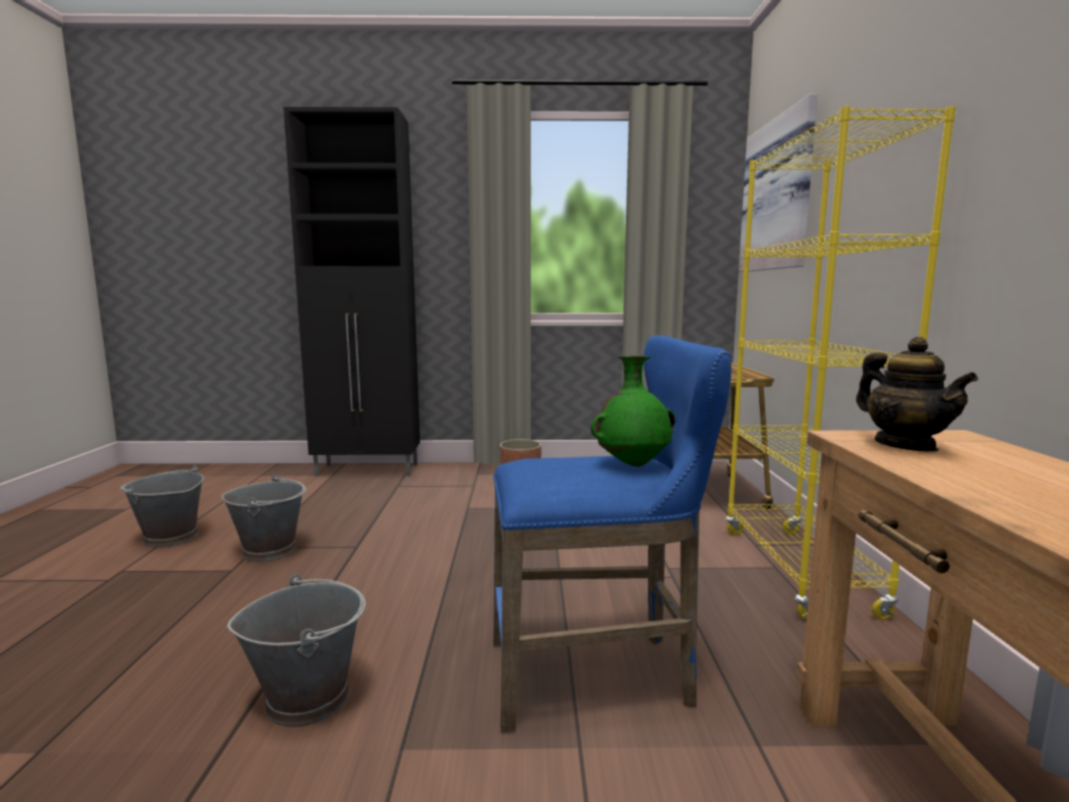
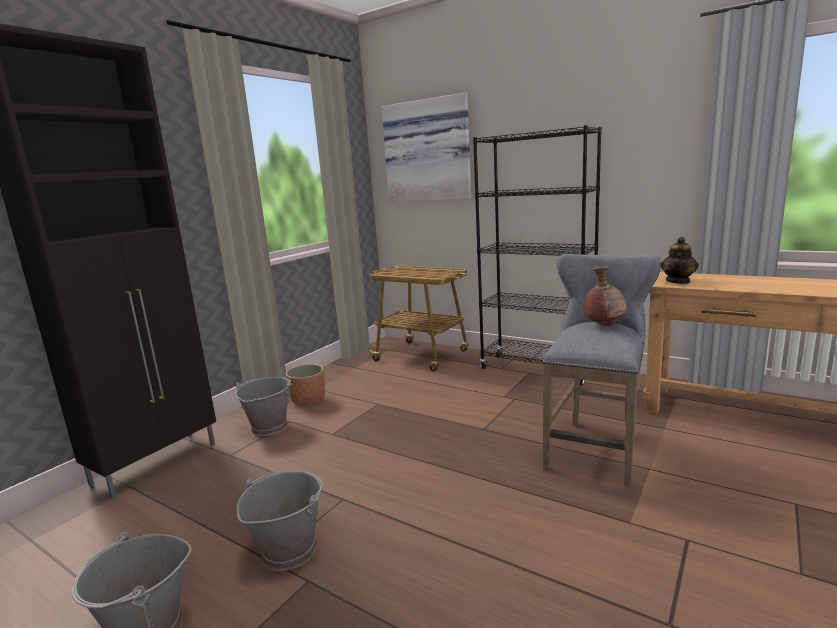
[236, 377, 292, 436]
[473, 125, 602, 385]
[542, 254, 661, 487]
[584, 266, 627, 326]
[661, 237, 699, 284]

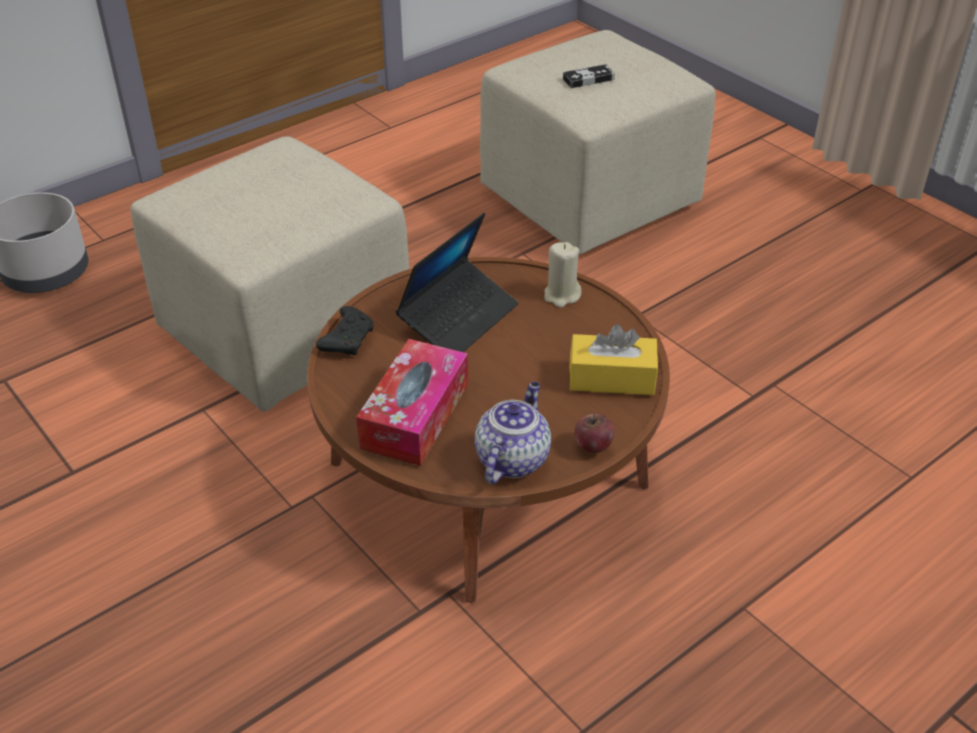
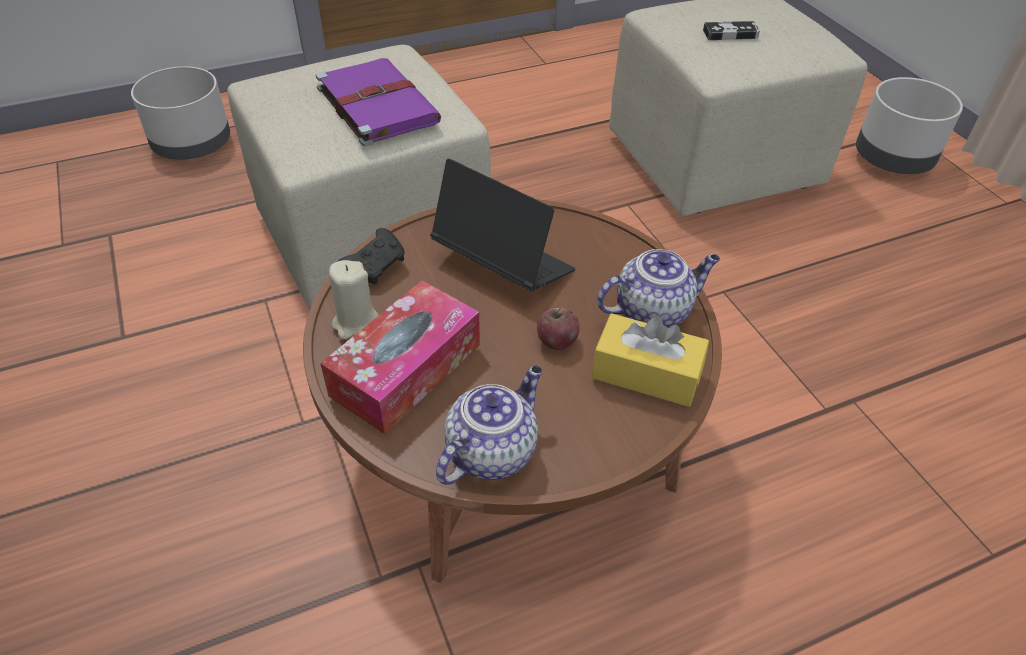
[316, 58, 441, 146]
[329, 260, 379, 340]
[430, 159, 575, 291]
[537, 308, 580, 350]
[597, 249, 720, 328]
[856, 77, 963, 174]

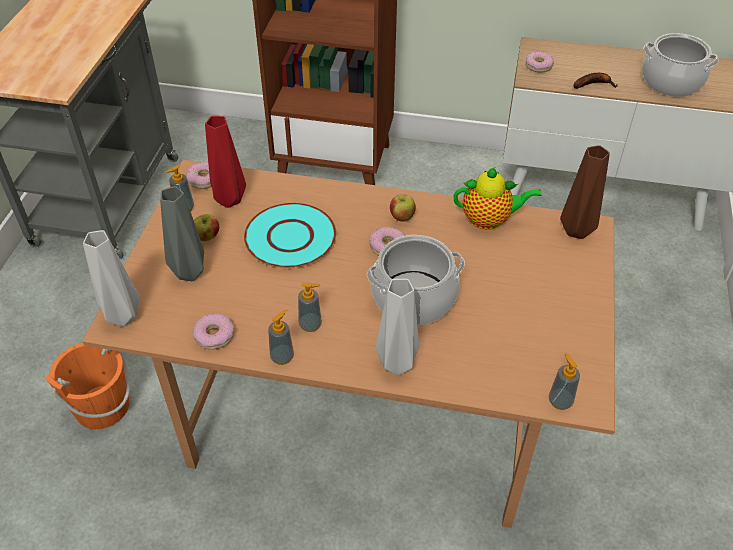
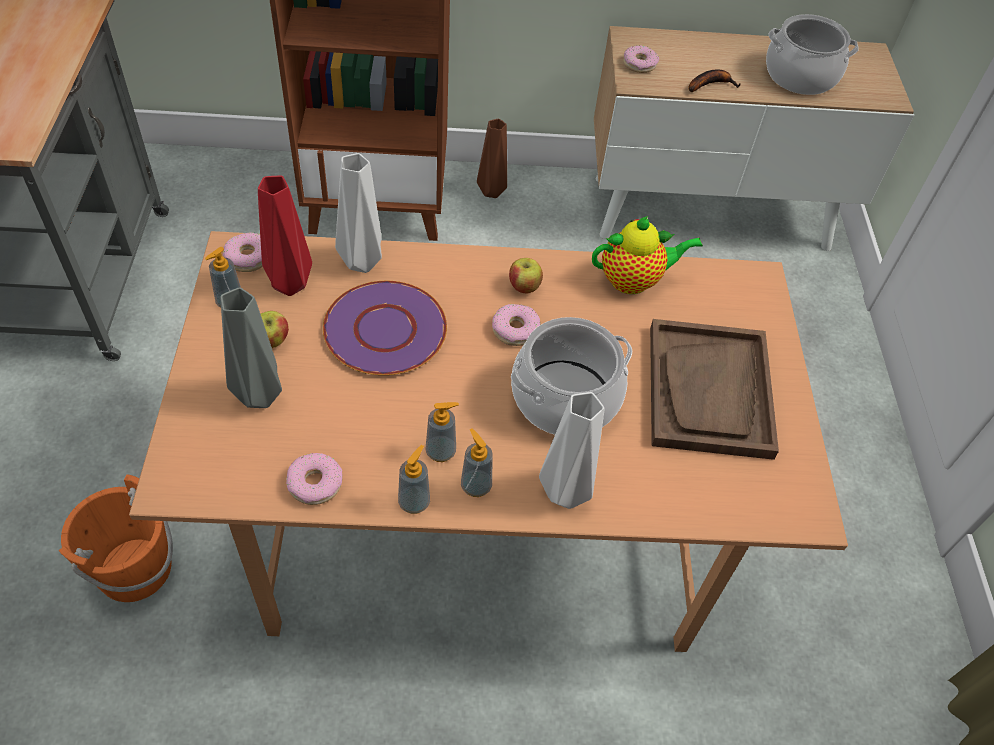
[323, 281, 447, 375]
[335, 153, 382, 273]
[461, 428, 493, 497]
[477, 119, 507, 198]
[650, 319, 779, 460]

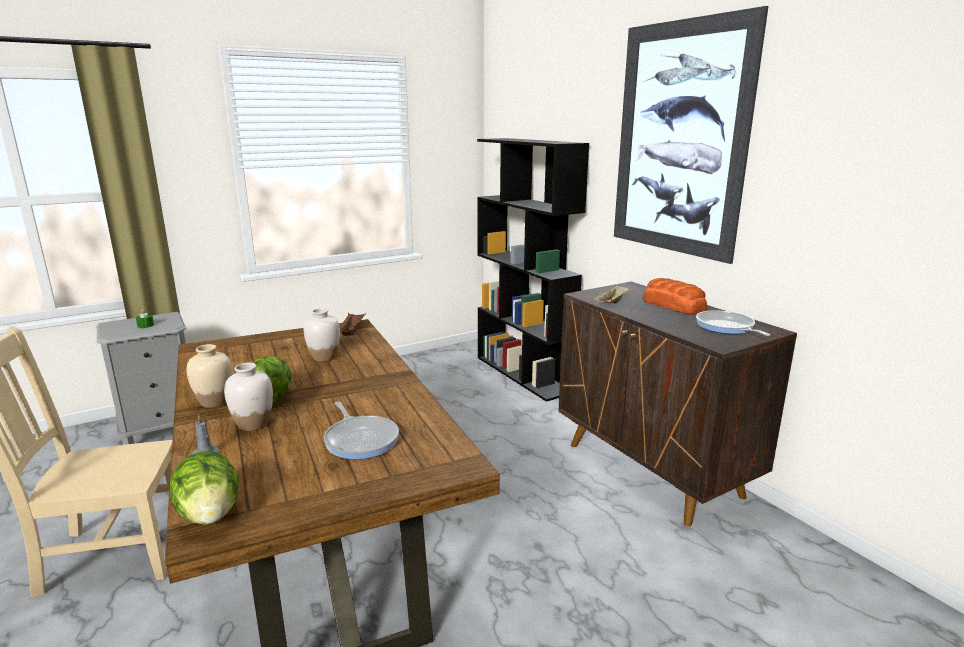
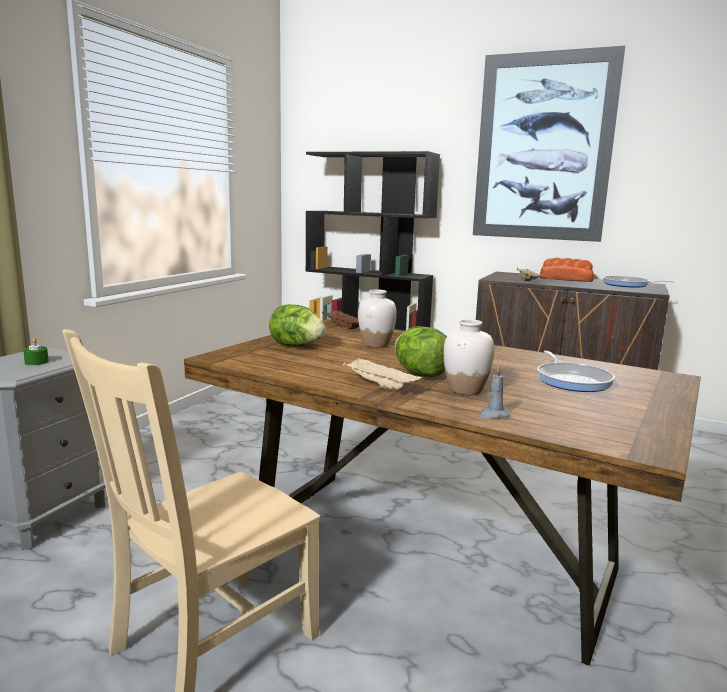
[269, 304, 326, 347]
[343, 357, 423, 390]
[537, 351, 615, 392]

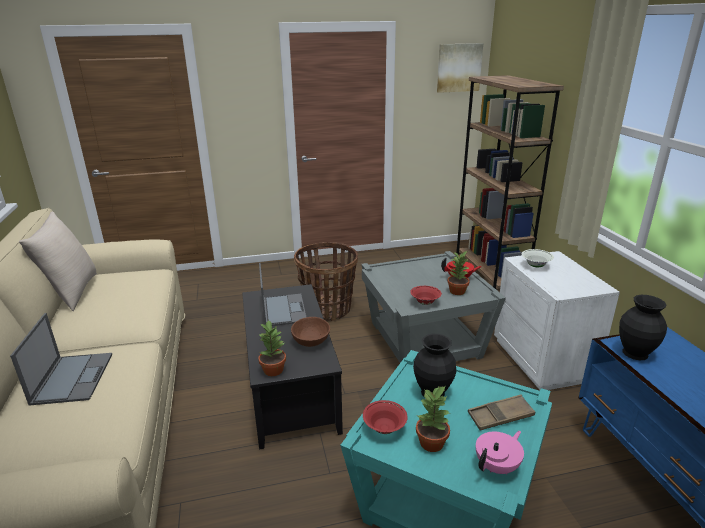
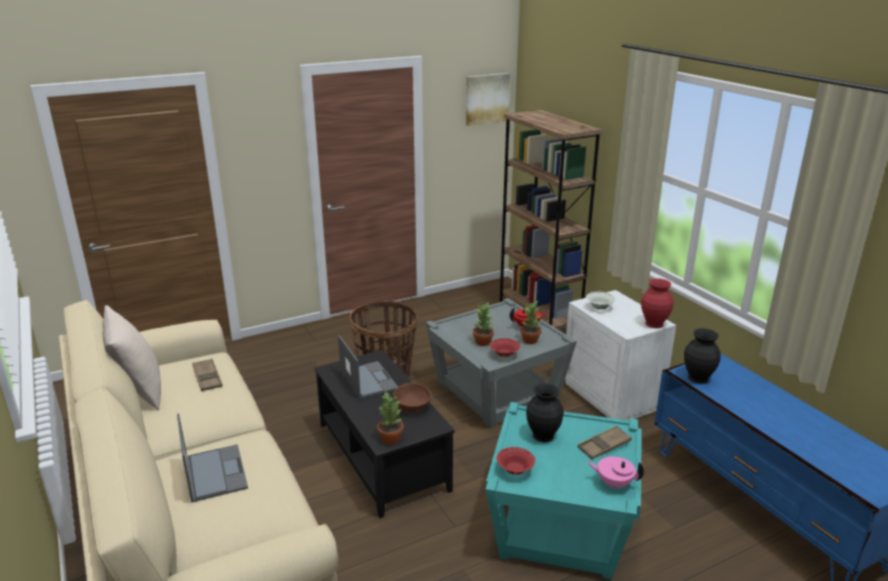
[192, 358, 223, 391]
[473, 302, 494, 346]
[587, 456, 644, 490]
[641, 278, 673, 328]

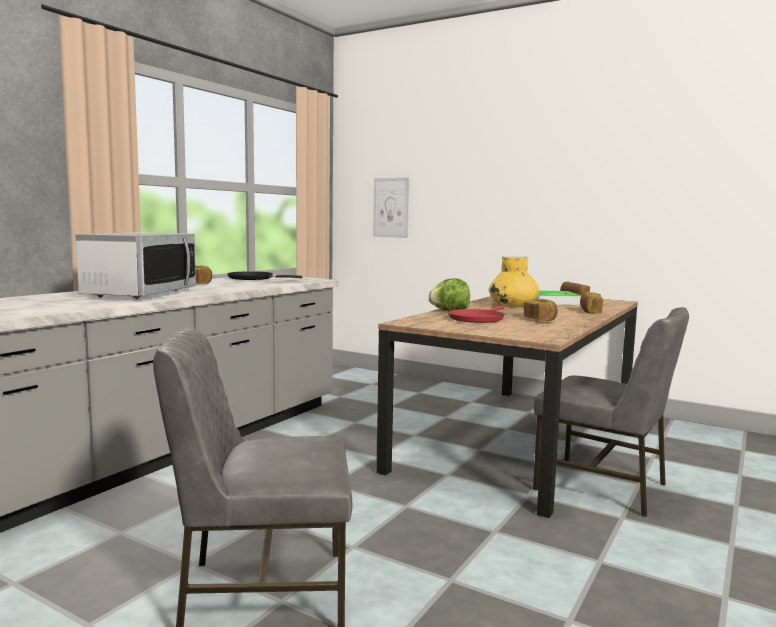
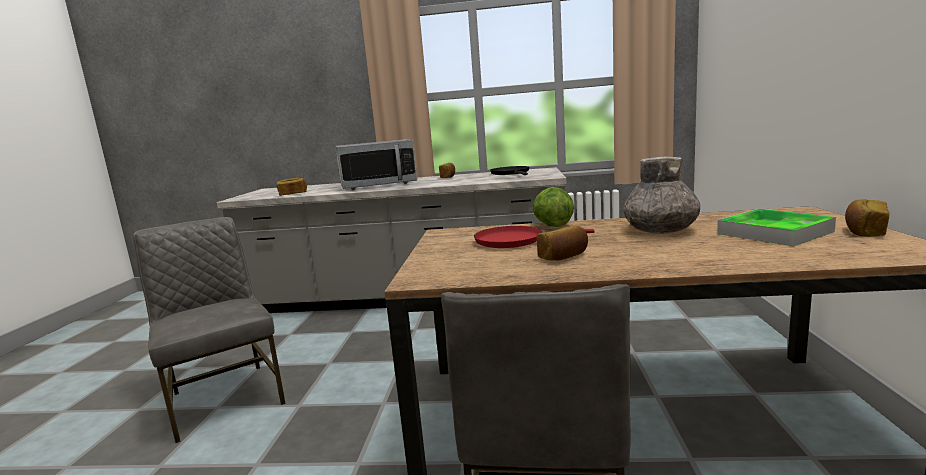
[276, 178, 307, 196]
[623, 156, 700, 234]
[373, 178, 409, 238] (first image)

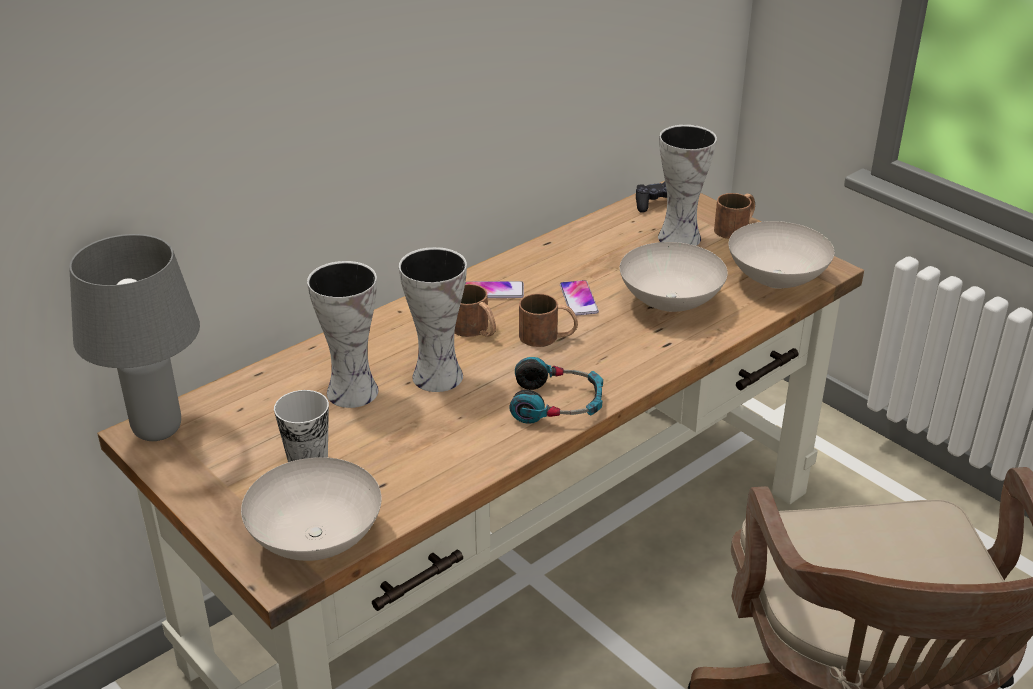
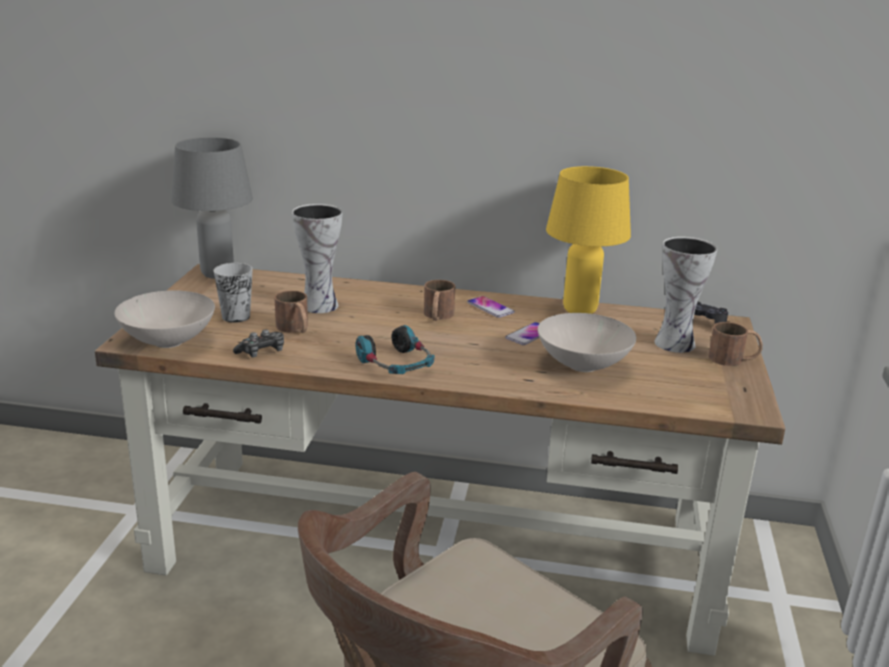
[233, 330, 284, 358]
[275, 290, 308, 333]
[546, 166, 631, 314]
[399, 247, 467, 392] (first image)
[728, 221, 834, 289] (first image)

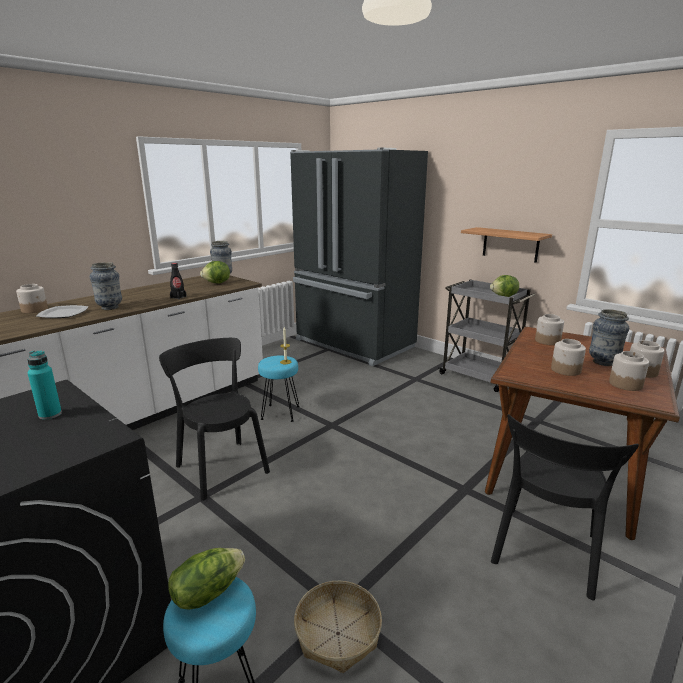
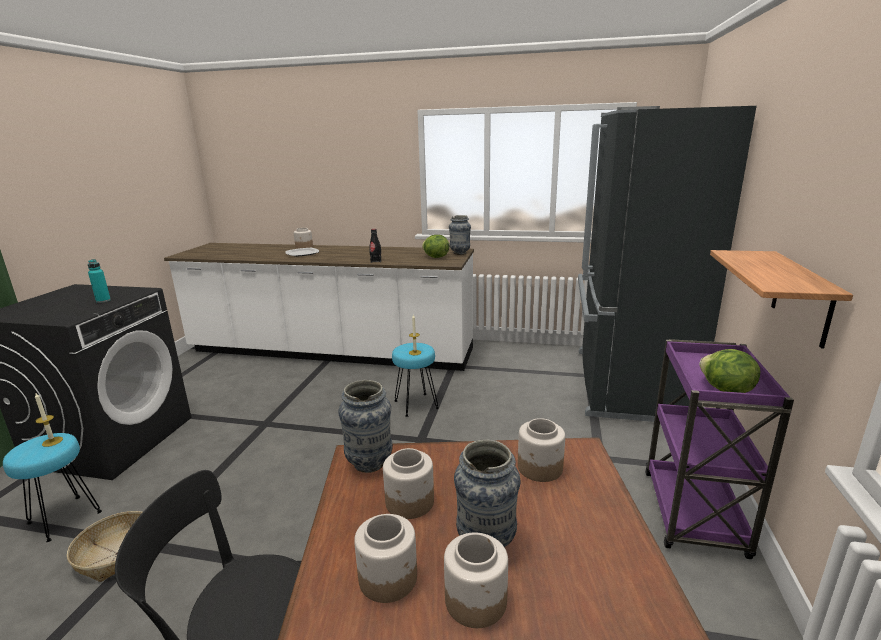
[35, 393, 63, 447]
[338, 380, 393, 473]
[645, 339, 794, 559]
[159, 338, 270, 501] (first image)

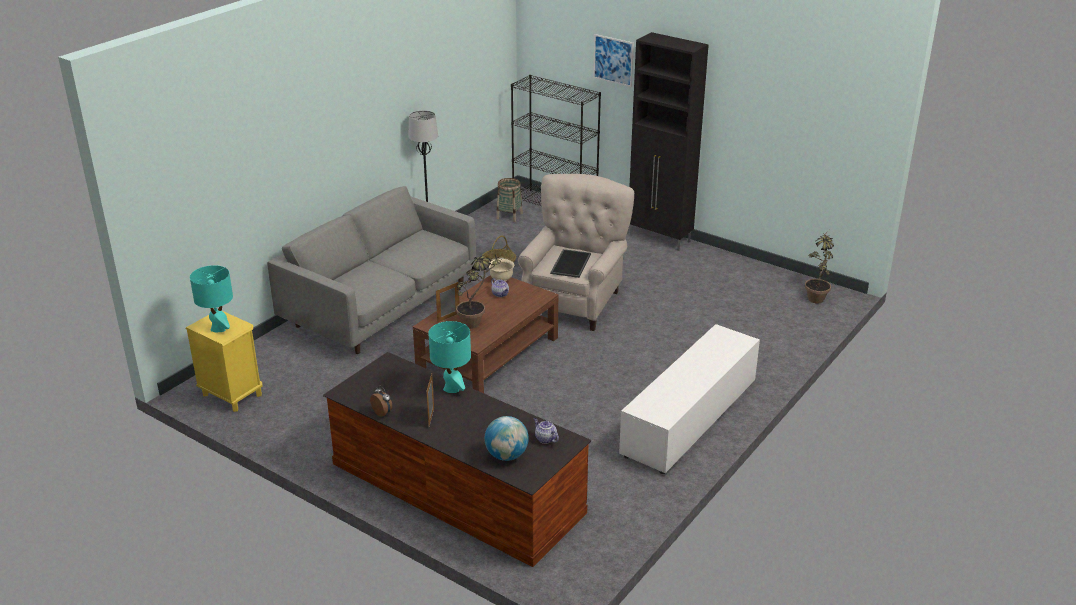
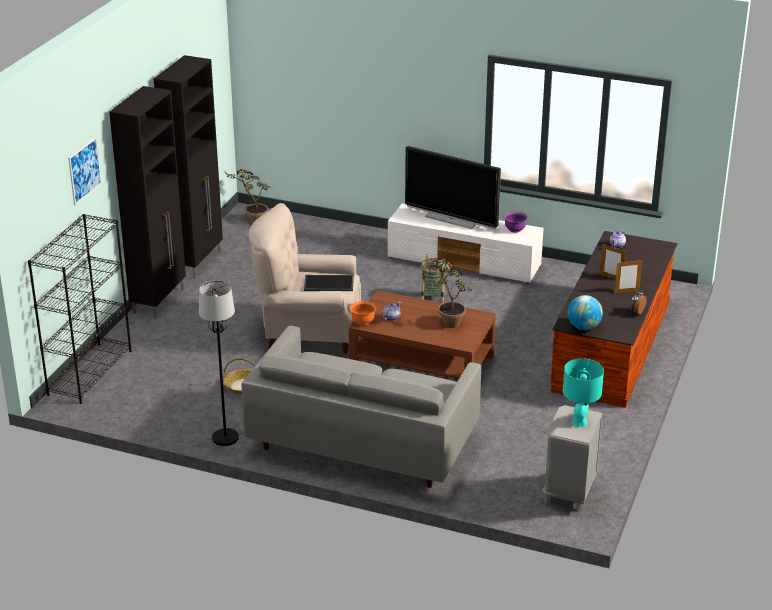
[154, 55, 223, 279]
[349, 301, 376, 325]
[405, 146, 501, 229]
[421, 258, 446, 303]
[504, 211, 528, 233]
[542, 405, 603, 512]
[568, 295, 603, 330]
[600, 244, 626, 279]
[428, 321, 471, 393] (first image)

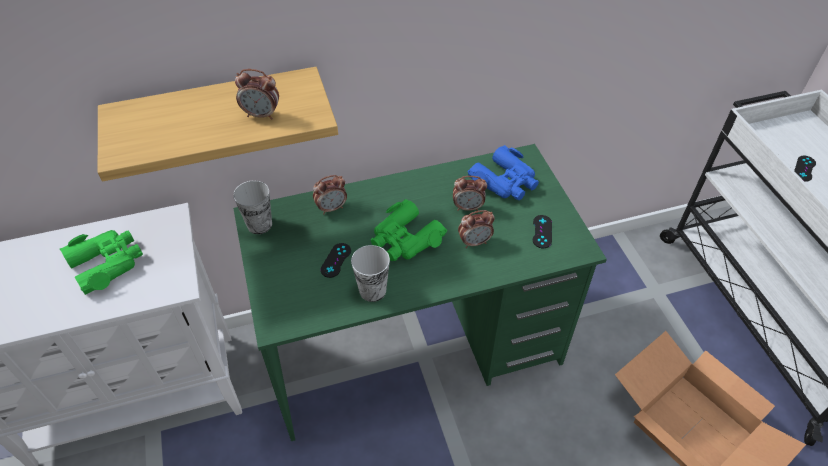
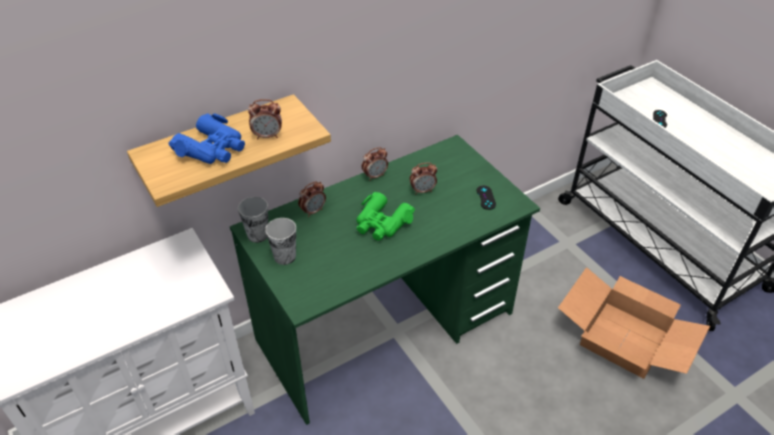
[169, 114, 245, 164]
[265, 218, 296, 265]
[362, 147, 388, 181]
[60, 230, 143, 295] (first image)
[321, 243, 351, 278] (first image)

